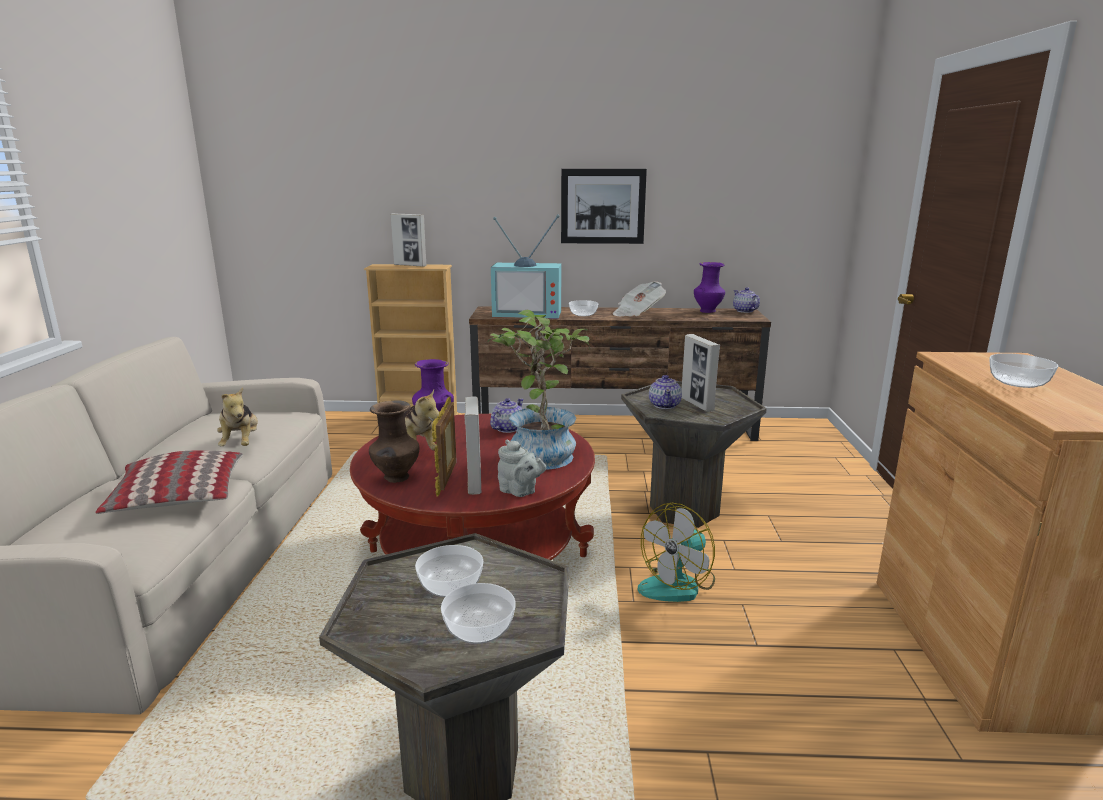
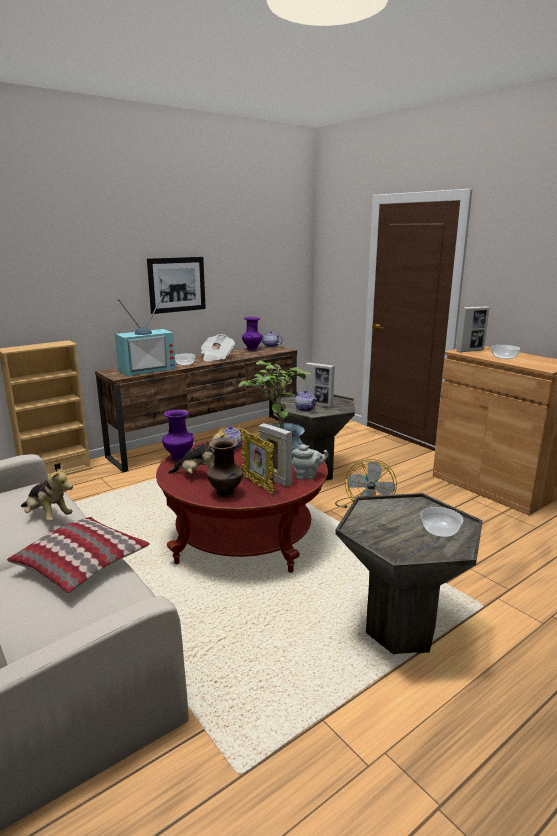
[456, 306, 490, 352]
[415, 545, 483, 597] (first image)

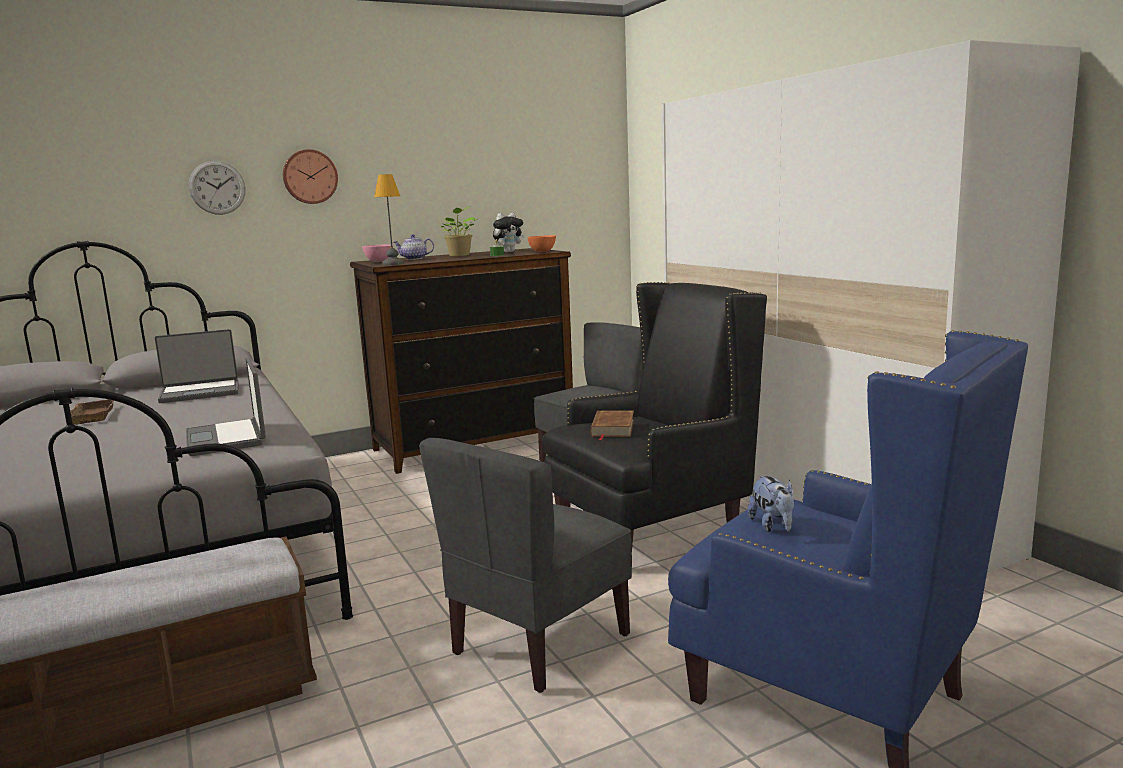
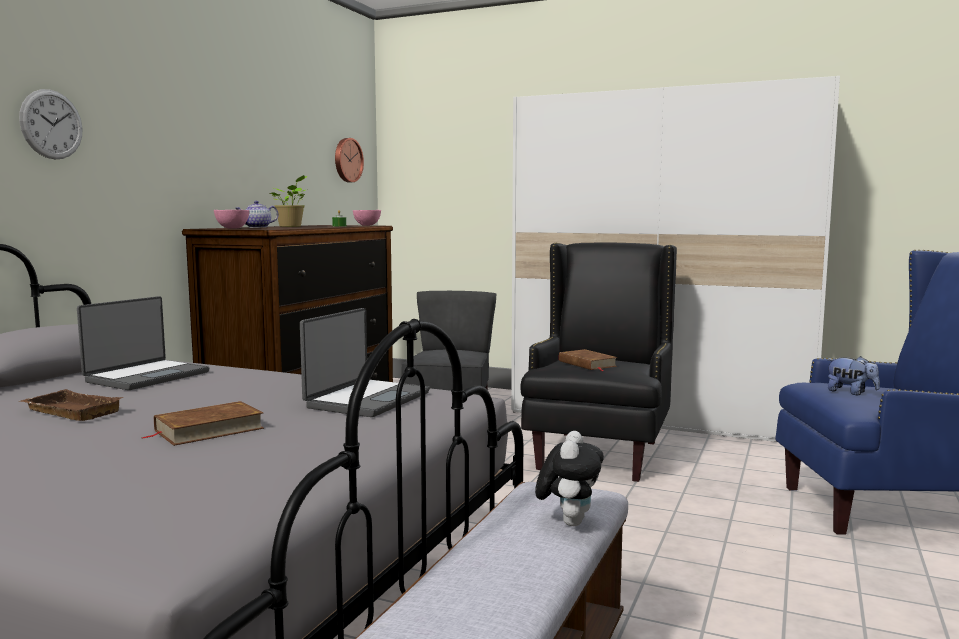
[142, 401, 264, 446]
[300, 308, 430, 417]
[335, 138, 364, 182]
[353, 210, 381, 226]
[535, 431, 604, 526]
[374, 174, 404, 265] (first image)
[419, 438, 632, 693] (first image)

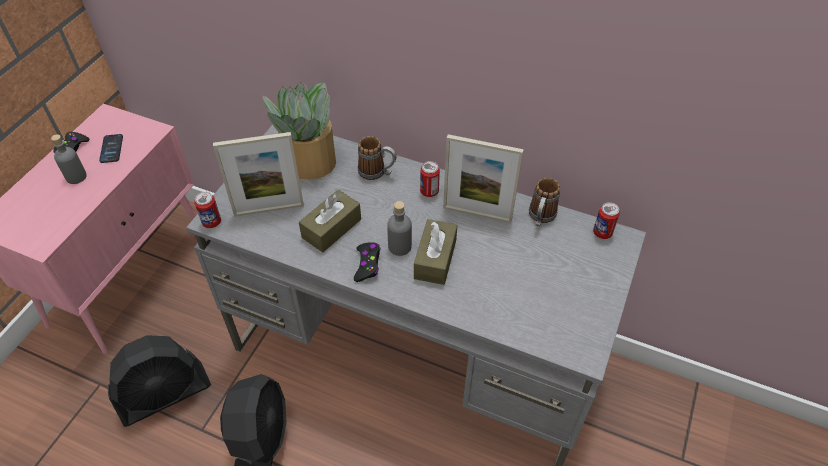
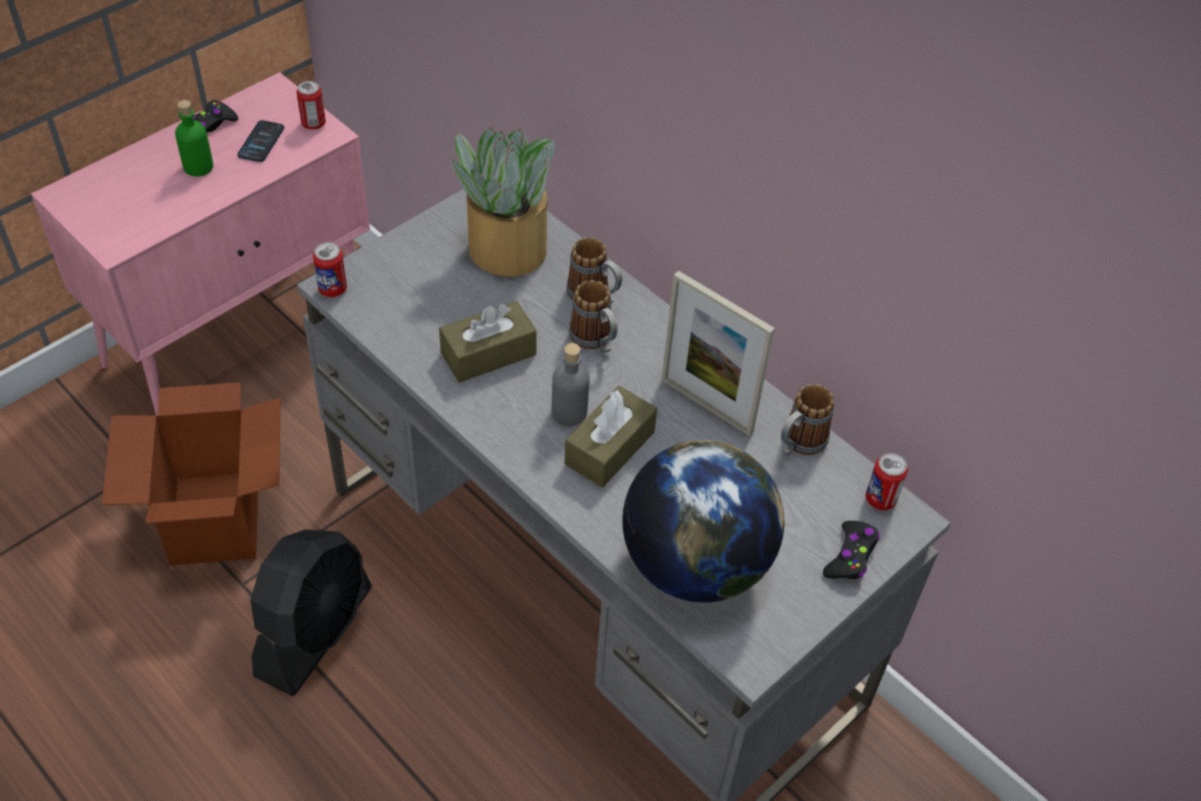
[102, 382, 281, 566]
[175, 100, 213, 177]
[296, 81, 326, 130]
[569, 280, 618, 353]
[622, 440, 784, 602]
[823, 521, 880, 579]
[213, 132, 304, 217] (first image)

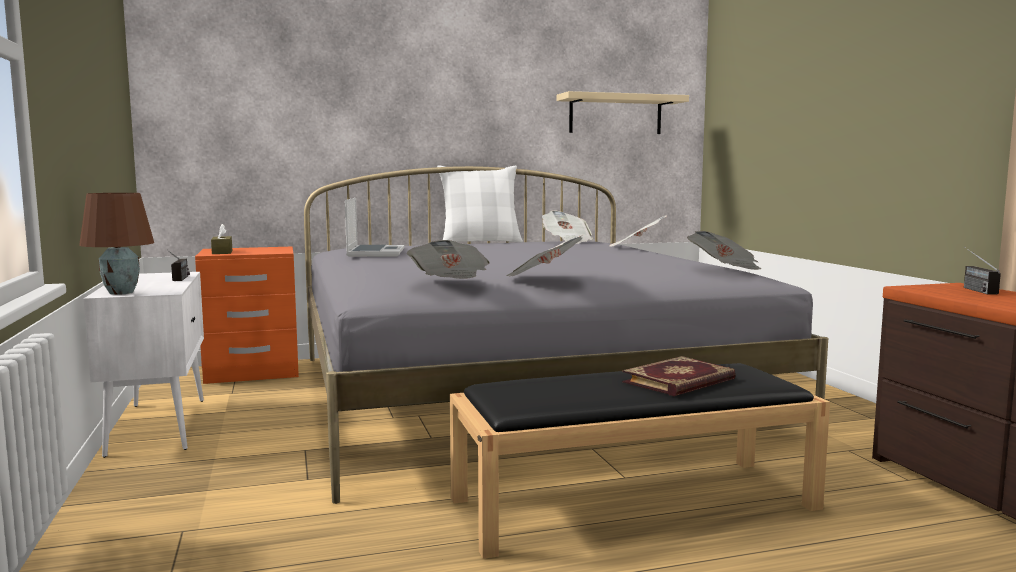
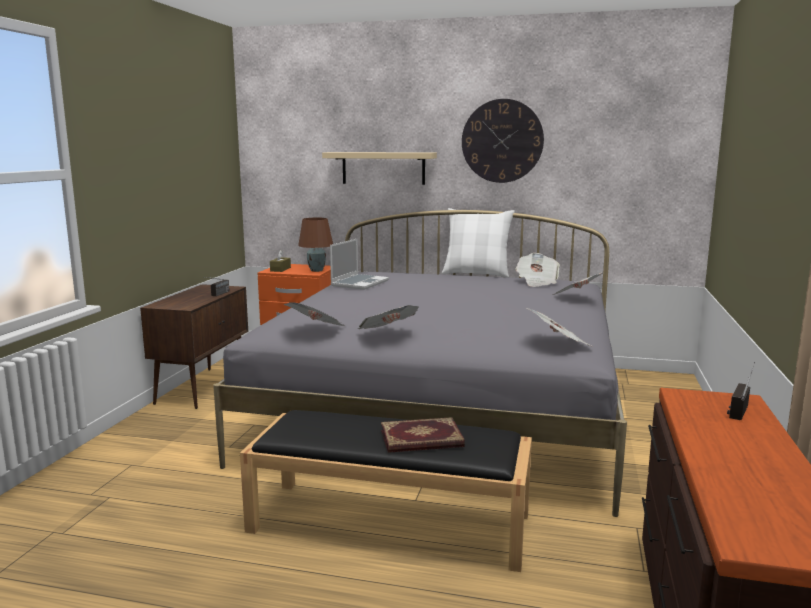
[140, 284, 248, 409]
[298, 218, 333, 272]
[322, 152, 437, 185]
[462, 99, 544, 183]

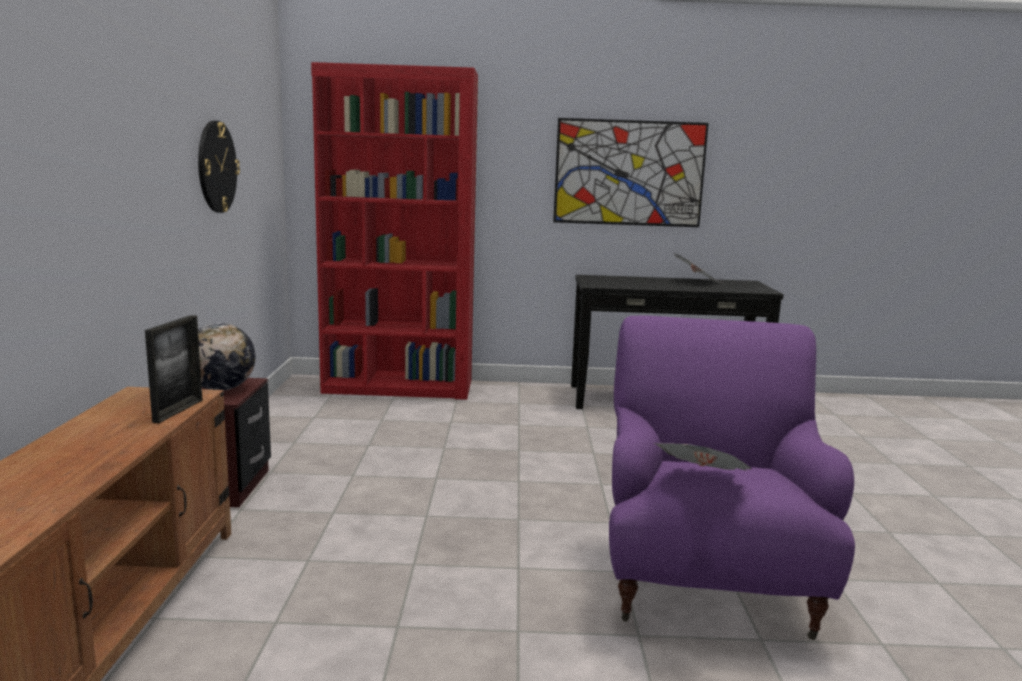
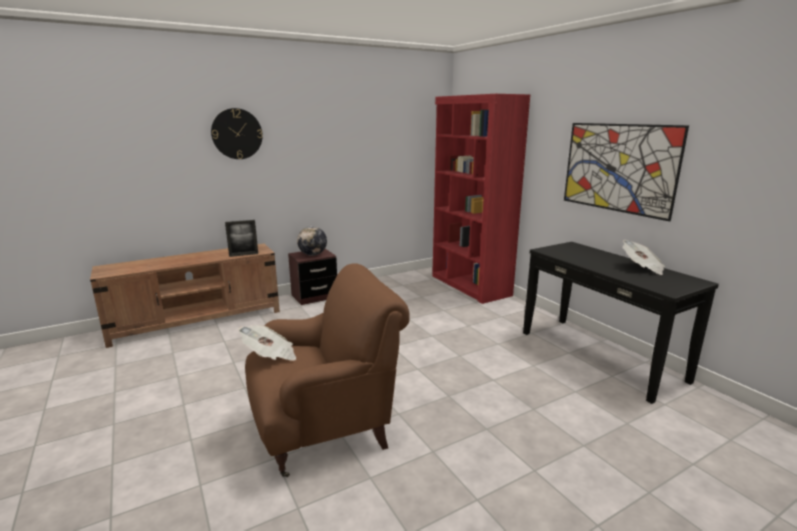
[211, 108, 263, 159]
[245, 263, 410, 477]

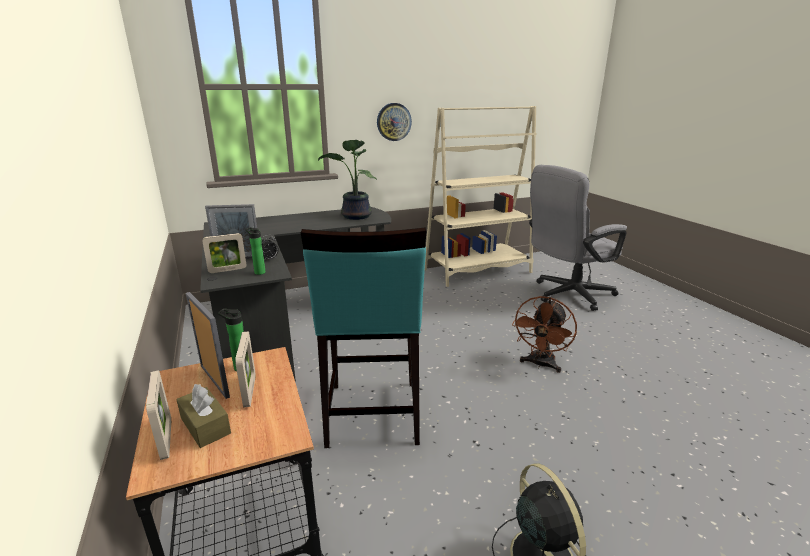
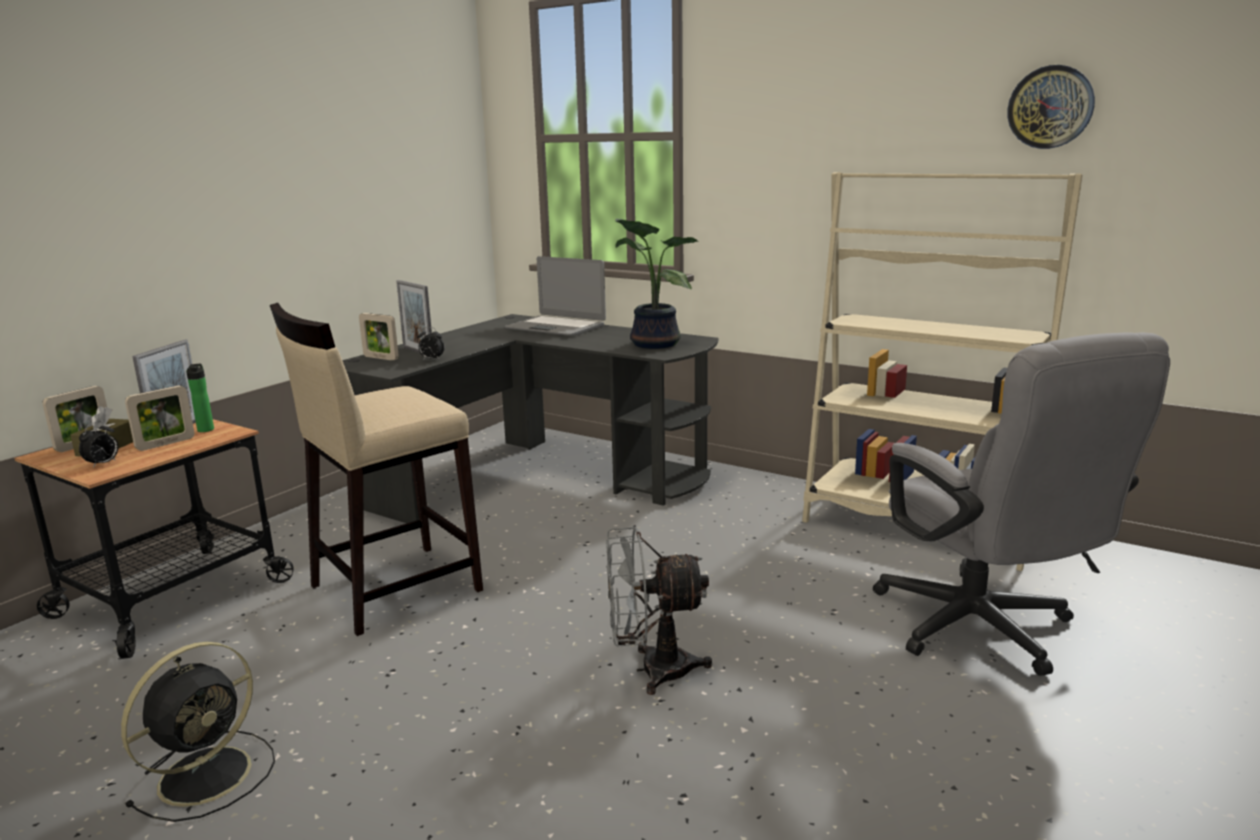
[79, 421, 118, 468]
[270, 303, 483, 636]
[505, 256, 606, 336]
[606, 527, 712, 695]
[873, 332, 1170, 676]
[1007, 65, 1095, 149]
[245, 227, 266, 275] (first image)

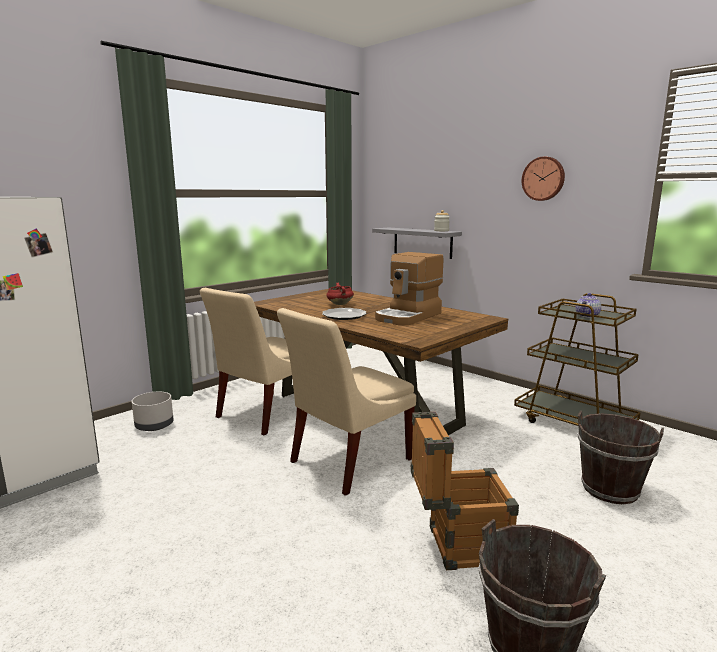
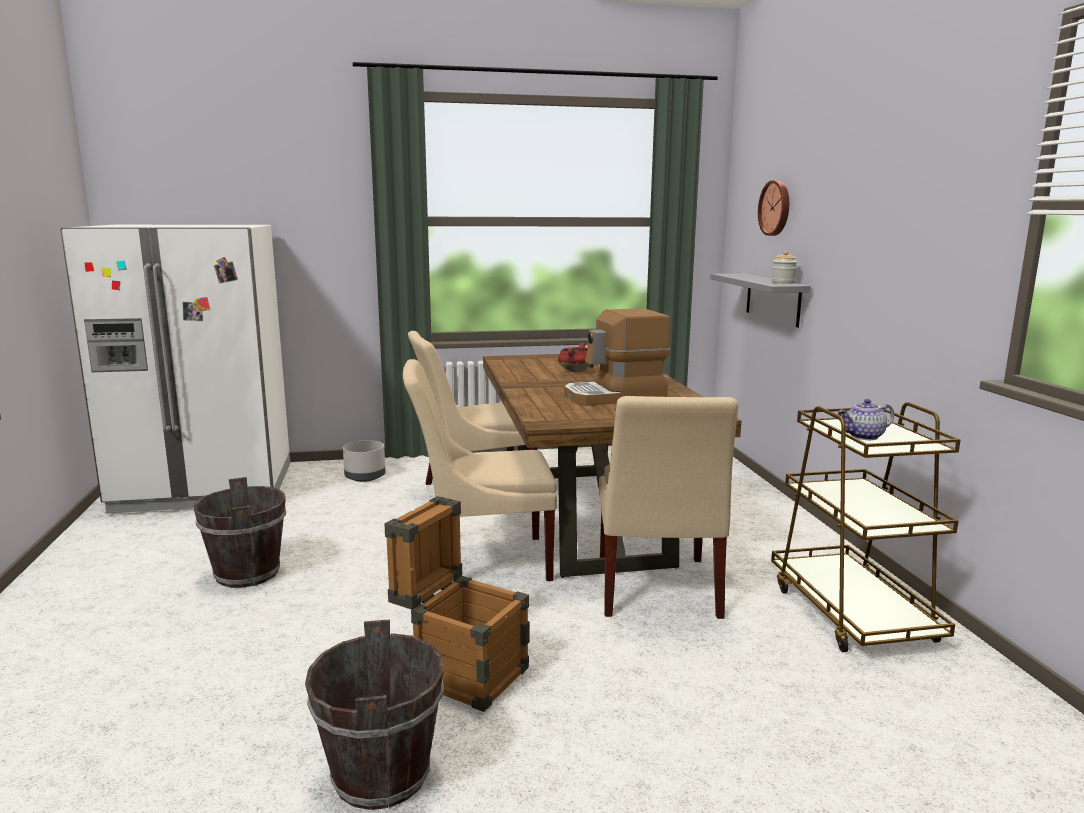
[194, 477, 286, 588]
[599, 396, 738, 619]
[758, 180, 789, 236]
[322, 308, 367, 320] (first image)

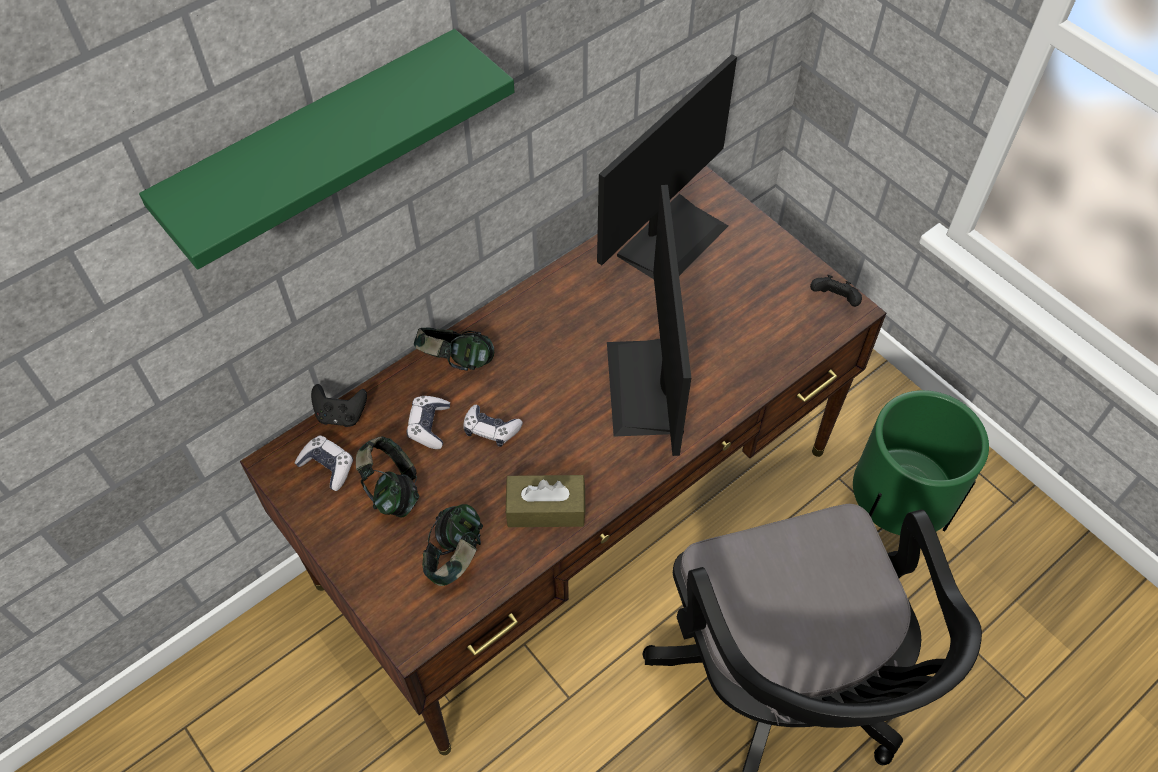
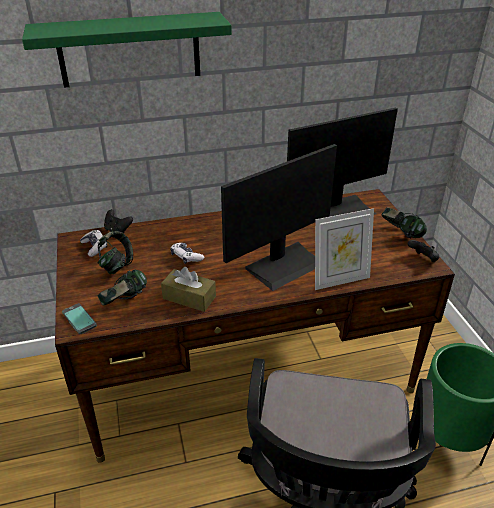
[62, 303, 97, 334]
[221, 144, 337, 291]
[315, 208, 374, 290]
[381, 207, 427, 238]
[406, 396, 450, 449] (first image)

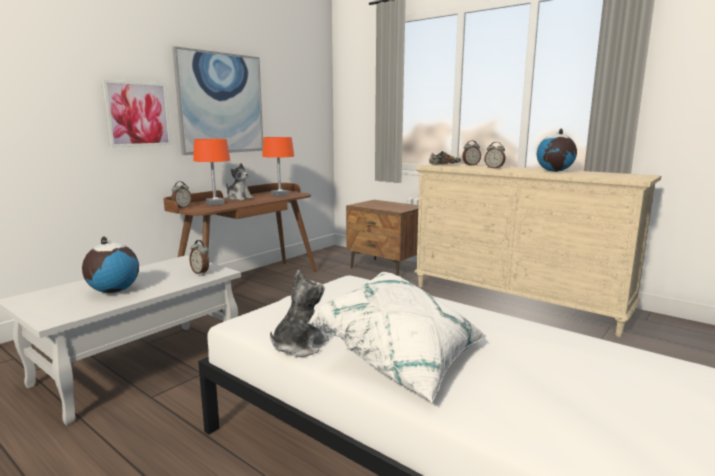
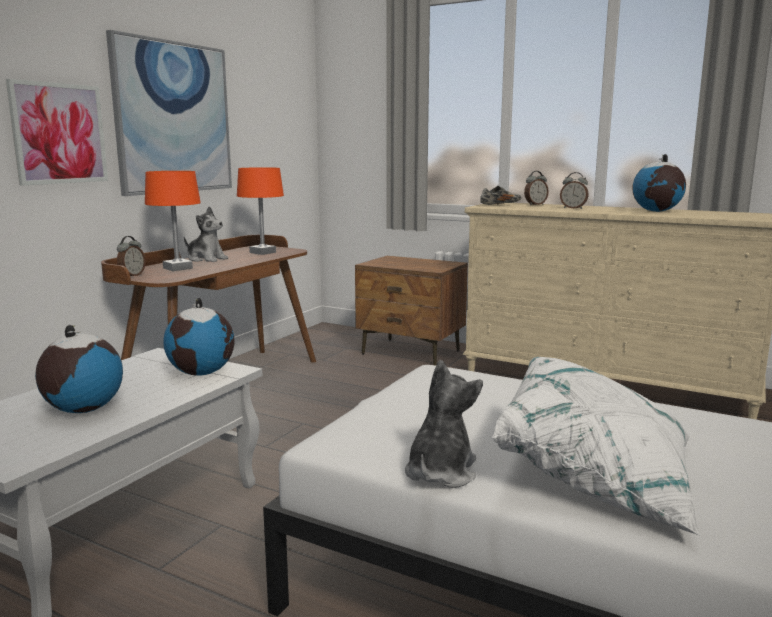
[163, 298, 235, 376]

